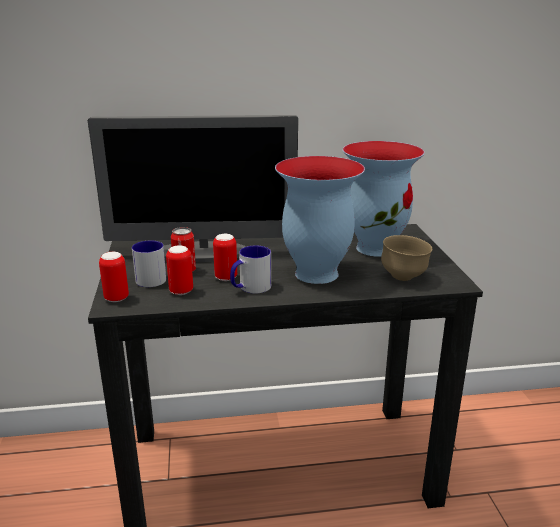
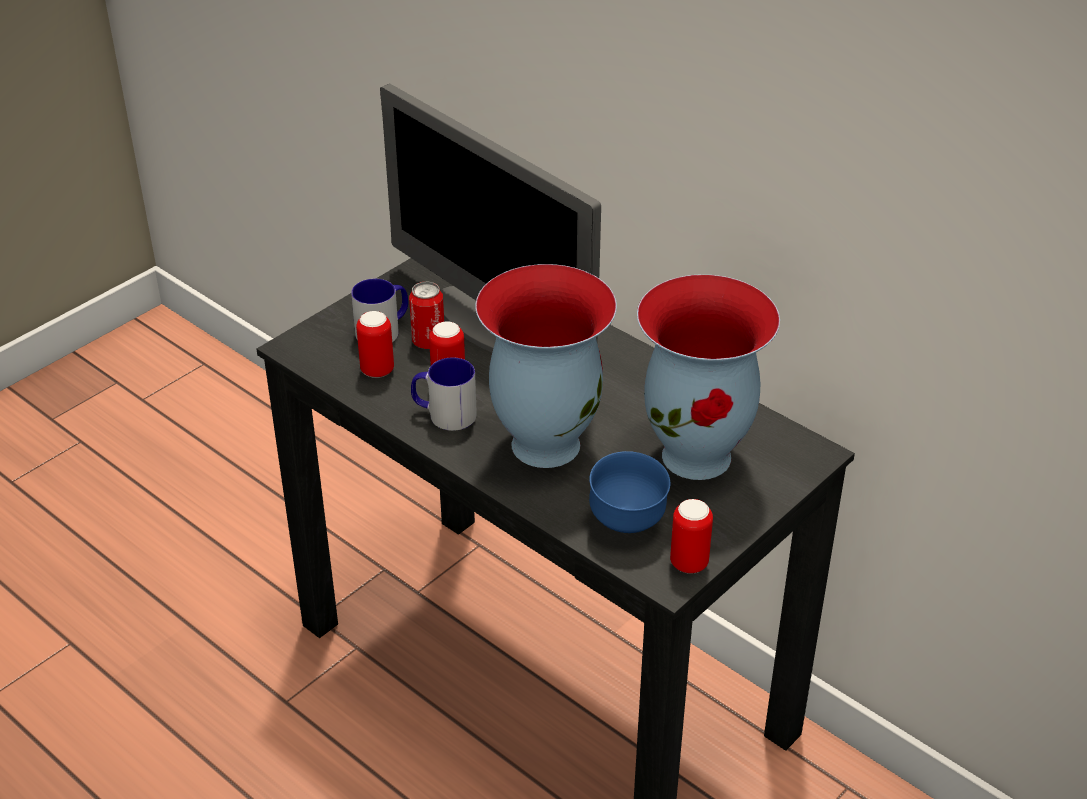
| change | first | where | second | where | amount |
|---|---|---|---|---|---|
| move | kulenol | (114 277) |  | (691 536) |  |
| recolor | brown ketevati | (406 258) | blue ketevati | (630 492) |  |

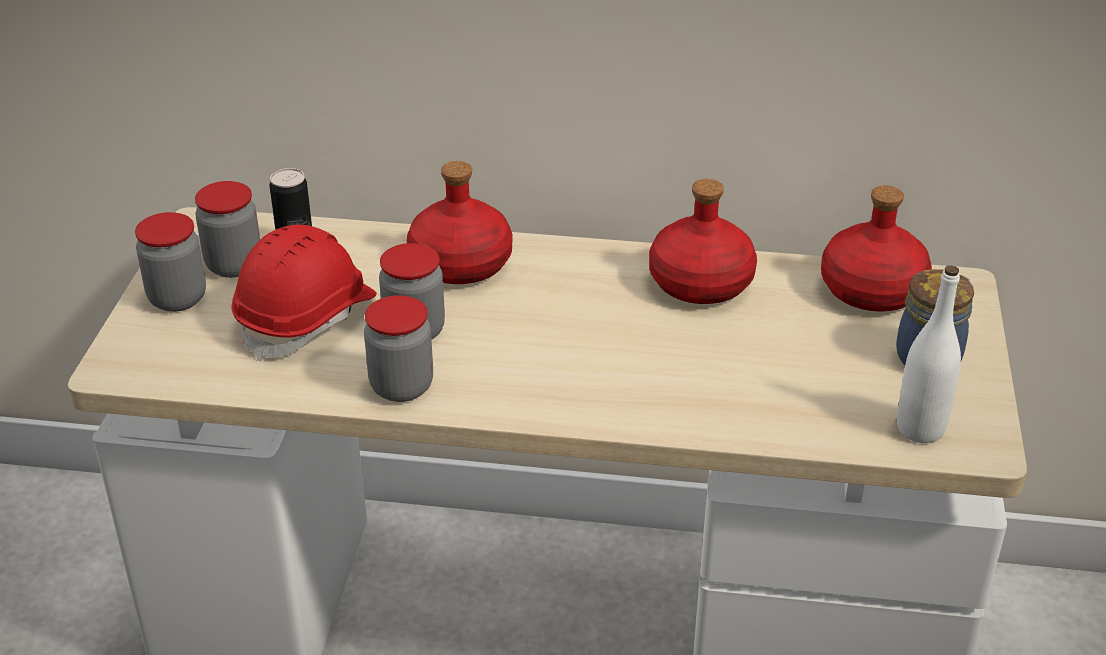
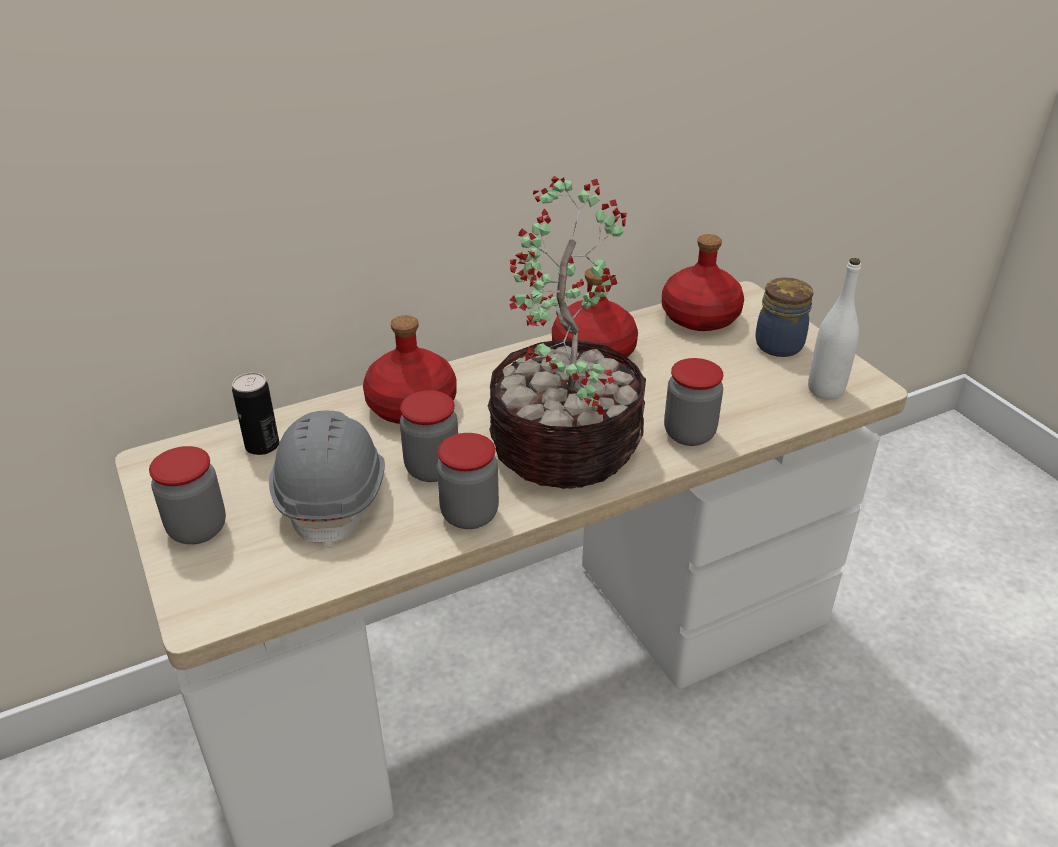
| change | first | where | second | where | amount |
|---|---|---|---|---|---|
| insert |  |  | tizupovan | (567 332) |  |
| move | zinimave | (227 229) |  | (693 402) |  |
| recolor | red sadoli | (304 292) | grey sadoli | (327 479) |  |

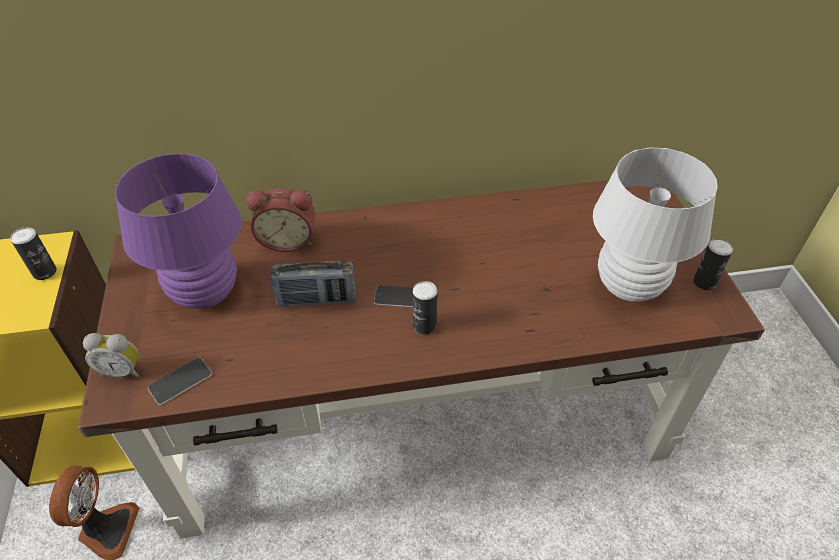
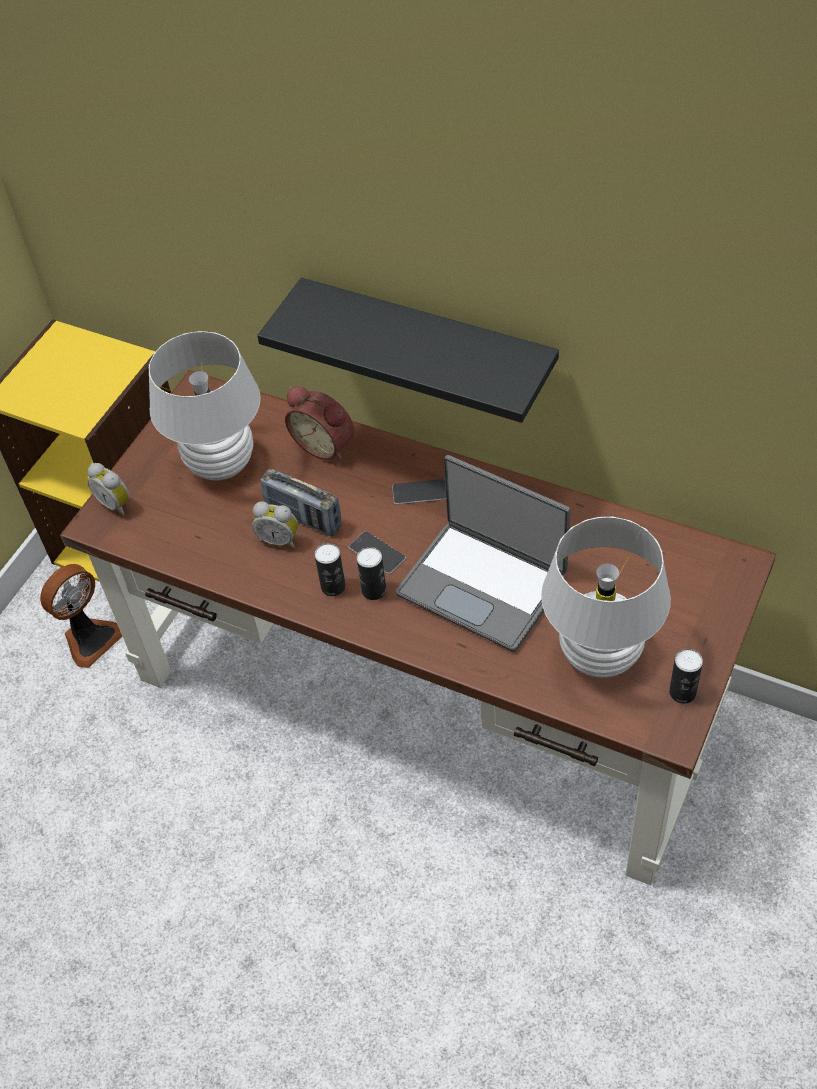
| change | first | where | second | where | amount |
|---|---|---|---|---|---|
| insert |  |  | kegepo | (275 525) |  |
| insert |  |  | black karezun | (408 350) |  |
| insert |  |  | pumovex | (482 553) |  |
| move | kulenol | (33 253) |  | (330 569) |  |
| move | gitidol | (180 381) |  | (419 491) |  |
| recolor | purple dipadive | (178 231) | white dipadive | (205 406) |  |

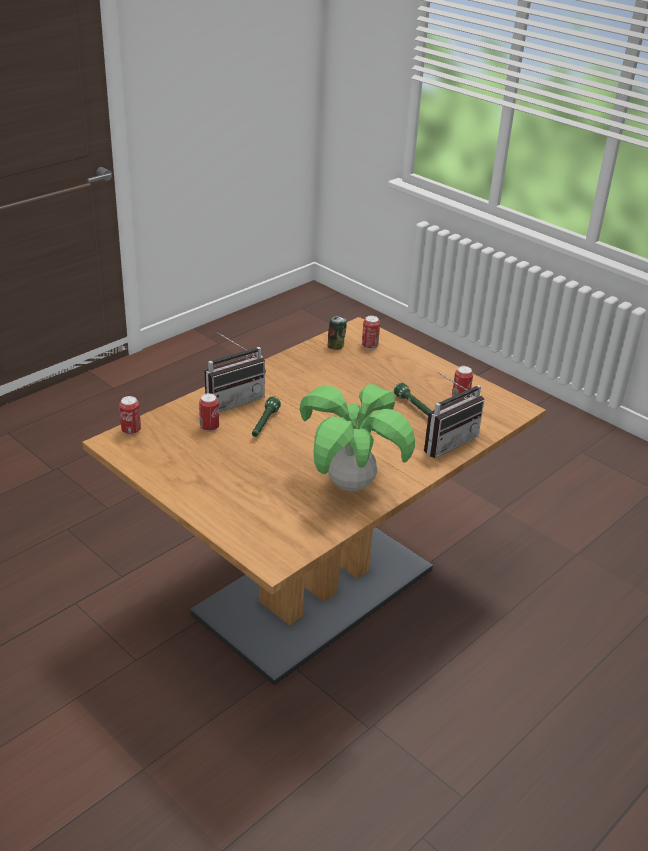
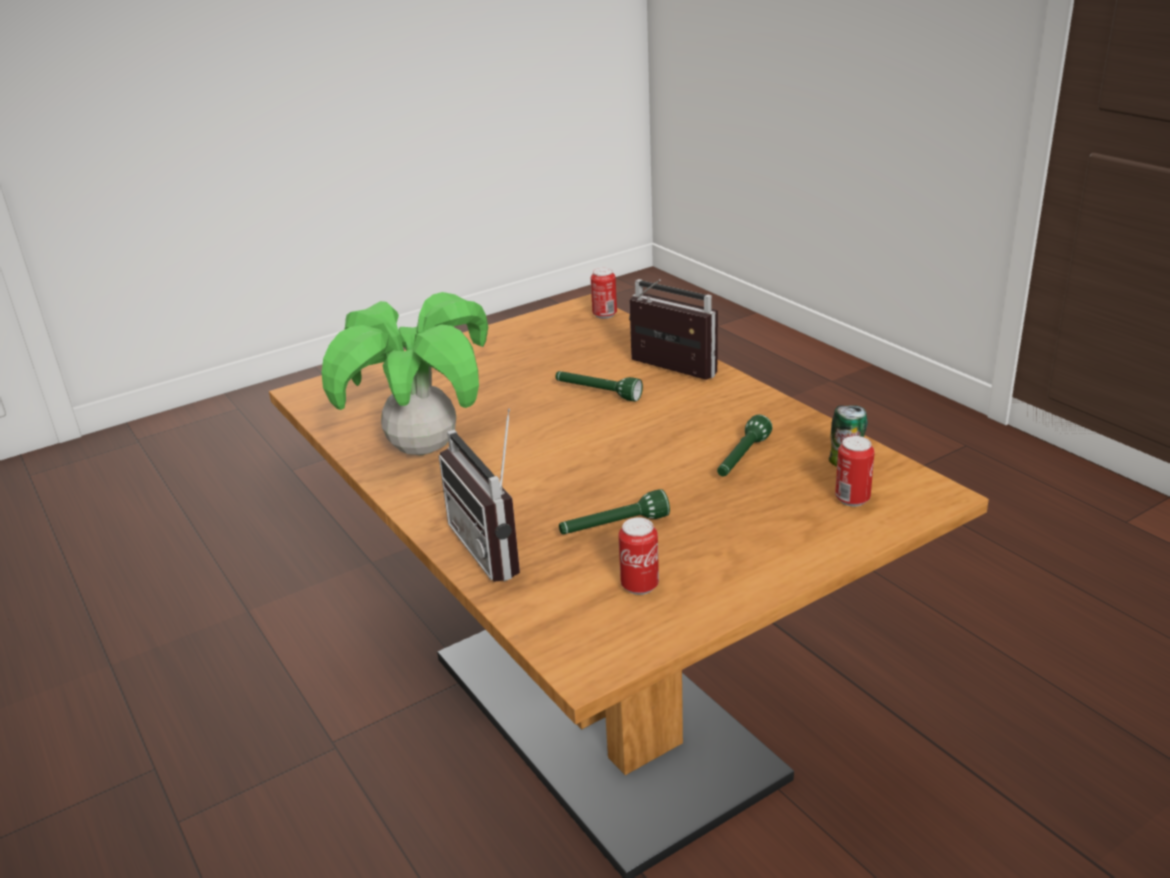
| change | first | where | second | where | amount |
|---|---|---|---|---|---|
| delete | kulenol | (209 412) |  |  |  |
| insert |  |  | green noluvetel | (744 445) |  |
| rotate | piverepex | (235 372) |  | (673 329) | 150 degrees clockwise |

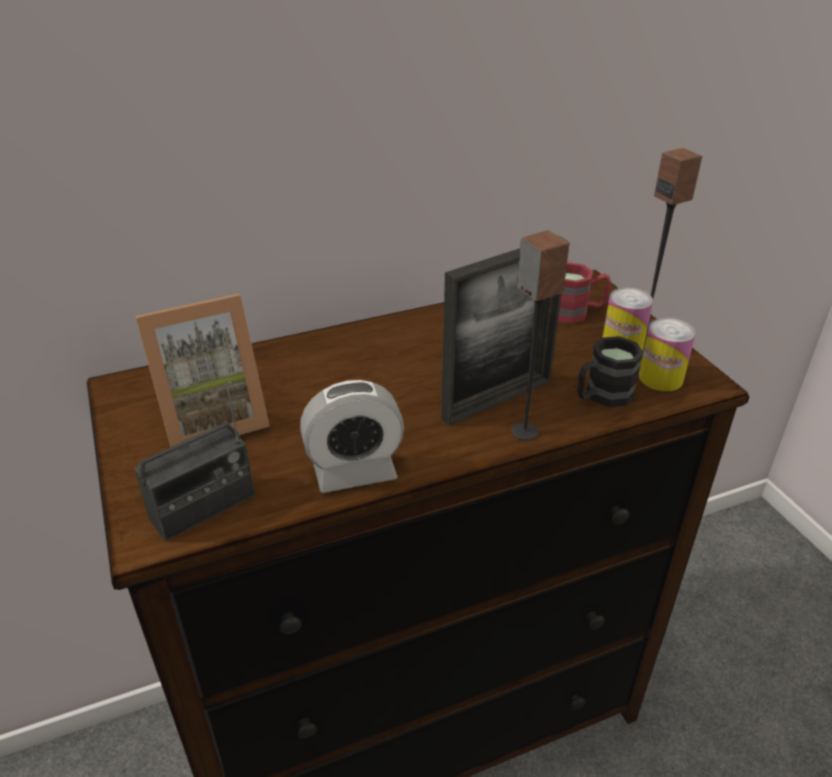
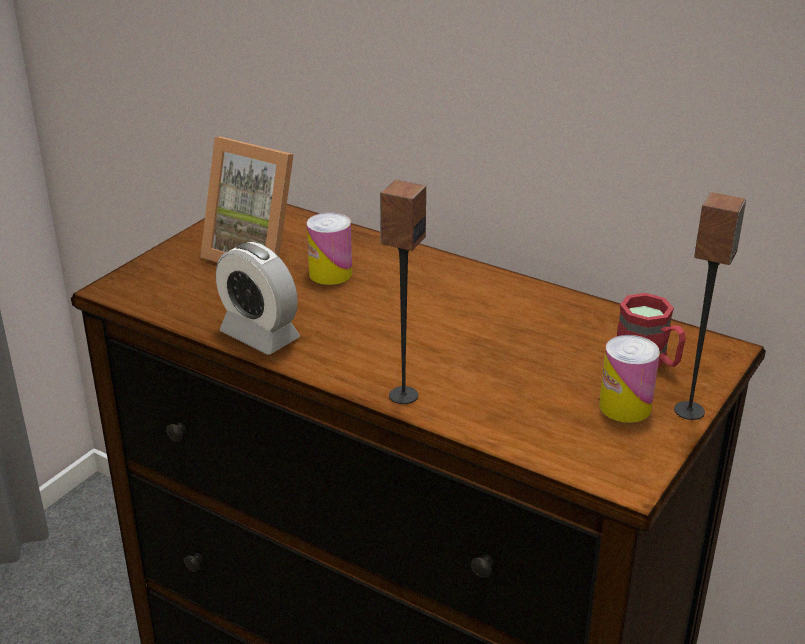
| change | first | where | second | where | amount |
|---|---|---|---|---|---|
| delete | piverepex | (194 459) |  |  |  |
| delete | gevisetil | (504 331) |  |  |  |
| delete | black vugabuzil | (610 371) |  |  |  |
| move | kulenol | (667 354) |  | (329 248) |  |

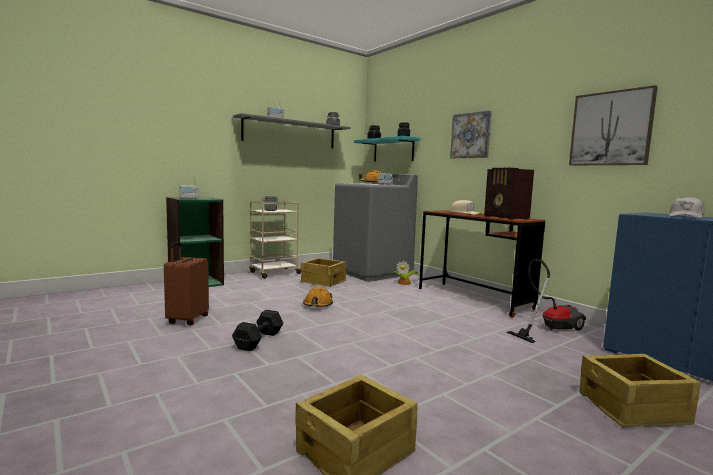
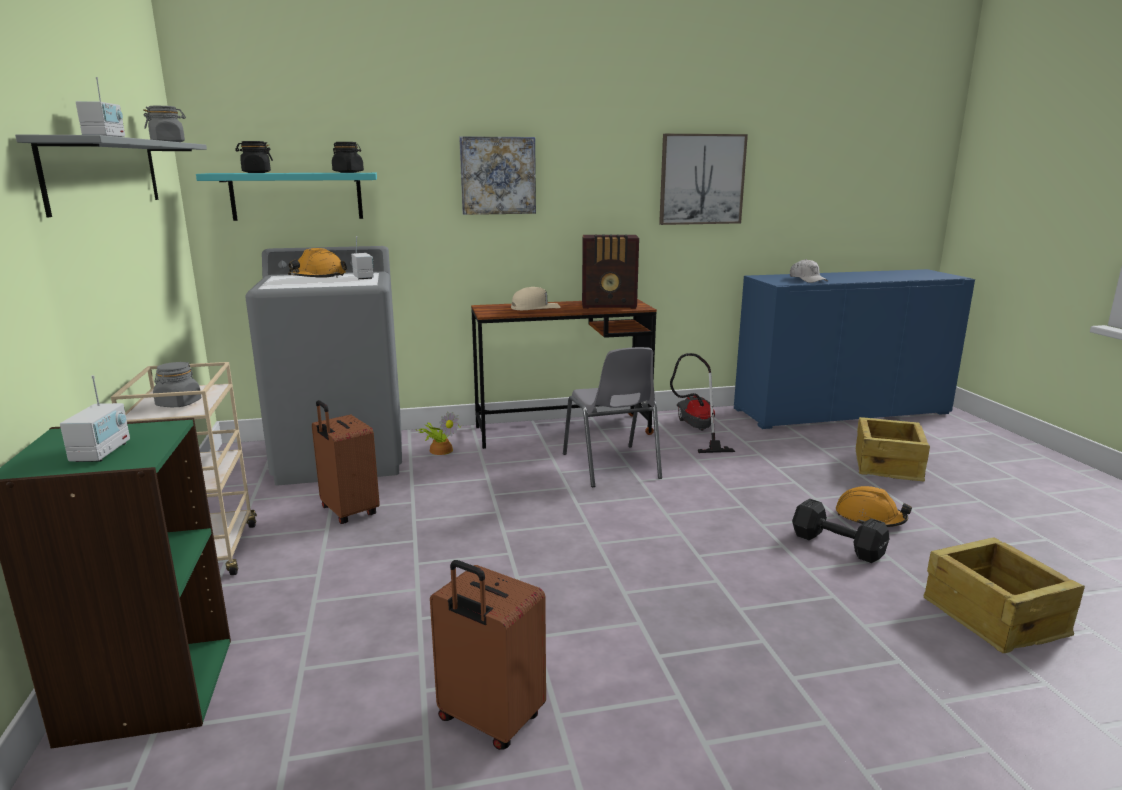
| change | first | where | second | where | amount |
|---|---|---|---|---|---|
| insert |  |  | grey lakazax | (612 417) |  |
| move | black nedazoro | (258 330) |  | (840 531) |  |
| move | orange sadoli | (318 296) |  | (874 506) |  |
| replace | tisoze | (324 272) | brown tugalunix | (346 462) |  |

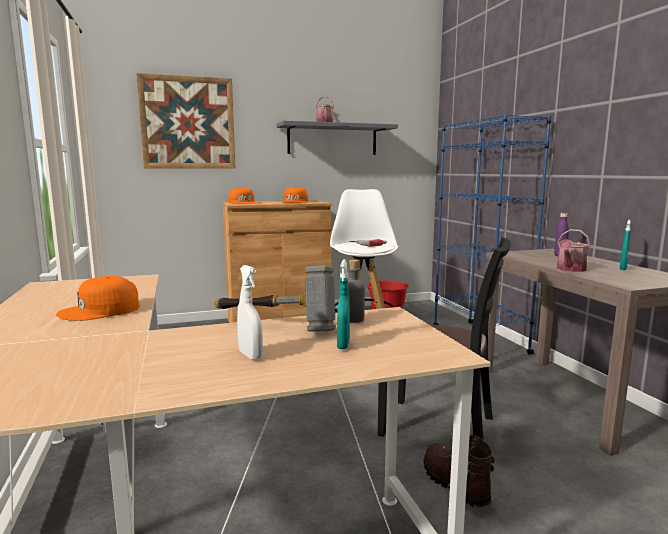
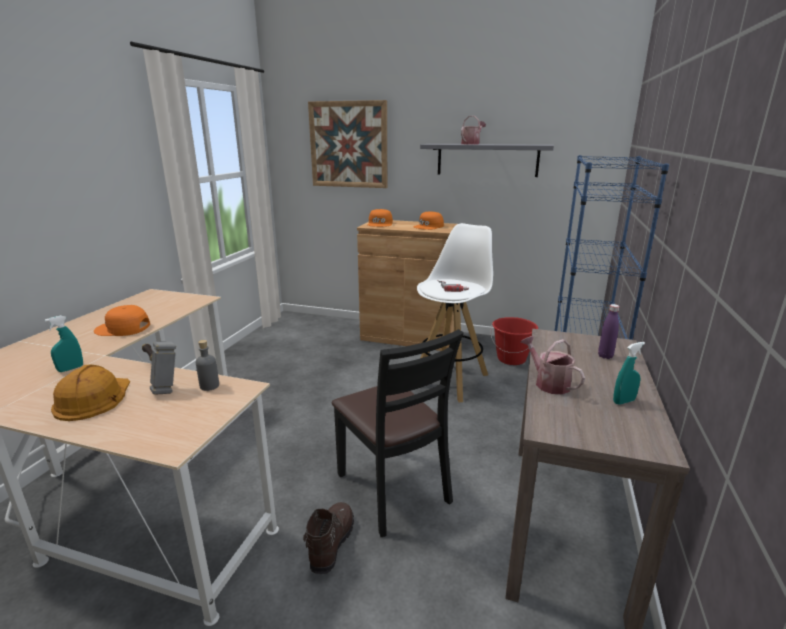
| change | first | where | second | where | amount |
|---|---|---|---|---|---|
| move | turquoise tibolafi | (343 304) |  | (64 344) |  |
| replace | white tibolafi | (250 312) | orange sadoli | (90 393) |  |
| rotate | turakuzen | (574 250) |  | (553 365) | 75 degrees clockwise |

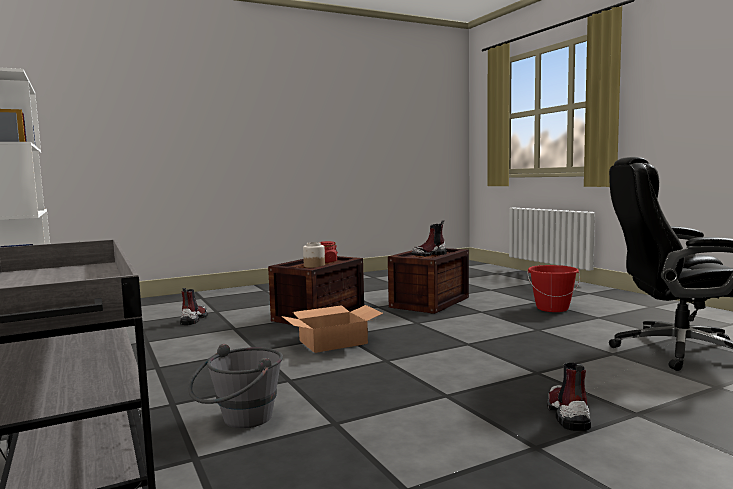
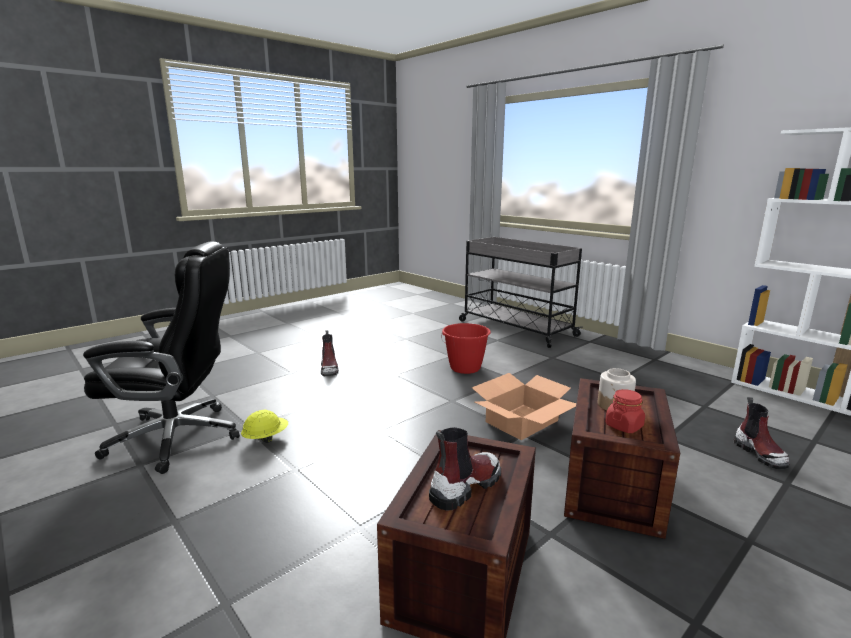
| change | first | where | second | where | amount |
|---|---|---|---|---|---|
| delete | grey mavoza | (235 386) |  |  |  |
| insert |  |  | yellow sadoli | (264 426) |  |
| move | red mavoza | (553 288) |  | (466 348) |  |

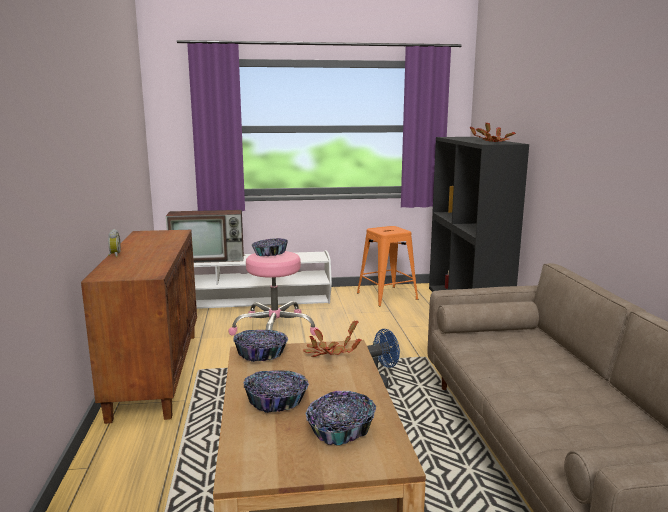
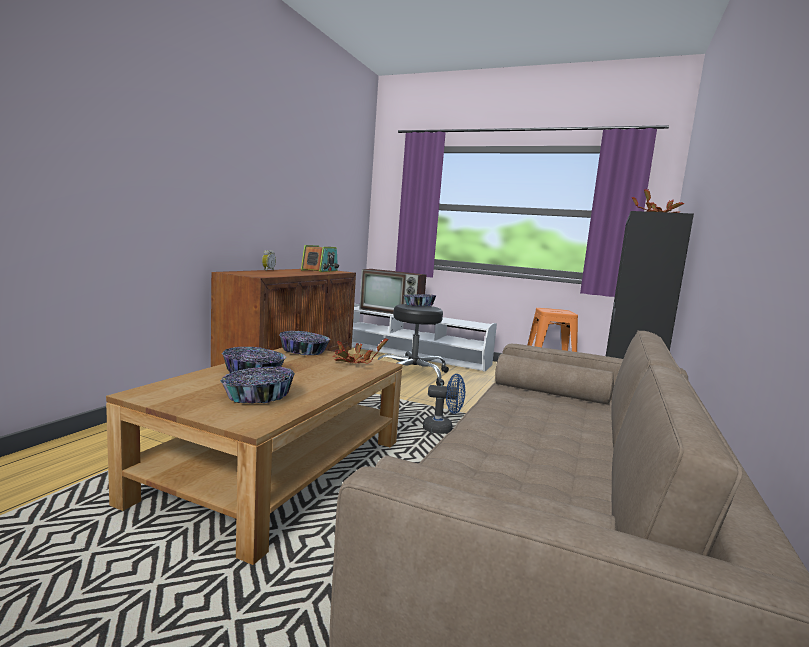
| change | first | where | second | where | amount |
|---|---|---|---|---|---|
| insert |  |  | piverepex | (320 258) |  |
| recolor | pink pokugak | (273 293) | black pokugak | (413 345) |  |

